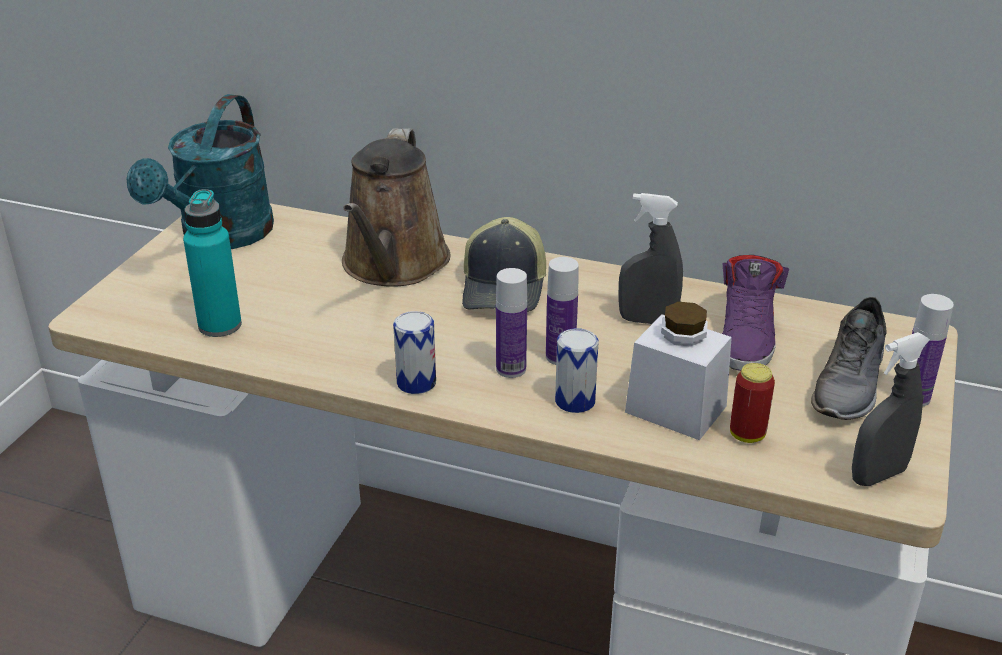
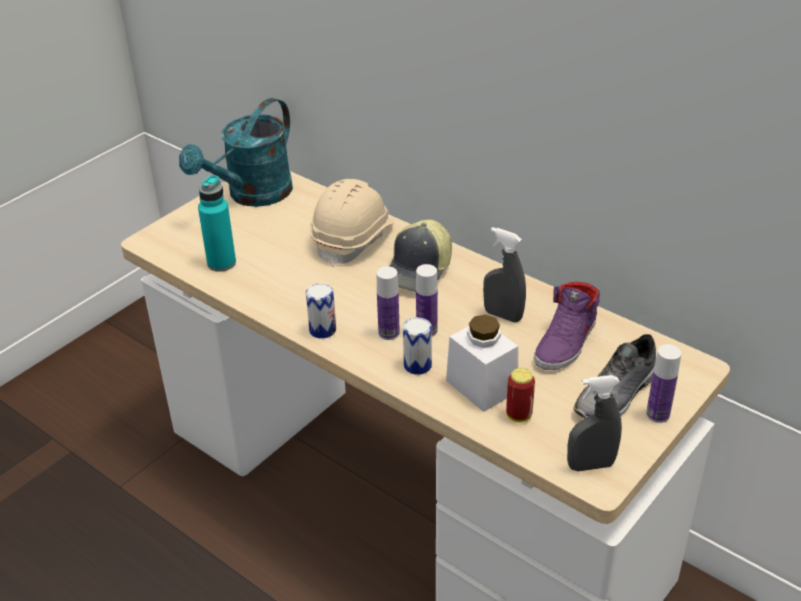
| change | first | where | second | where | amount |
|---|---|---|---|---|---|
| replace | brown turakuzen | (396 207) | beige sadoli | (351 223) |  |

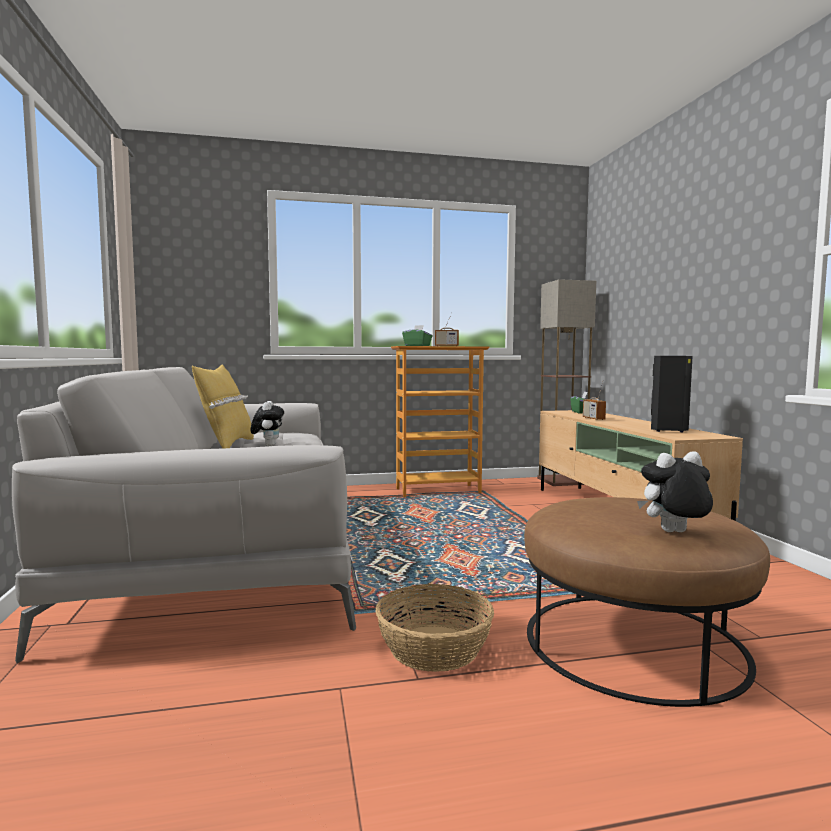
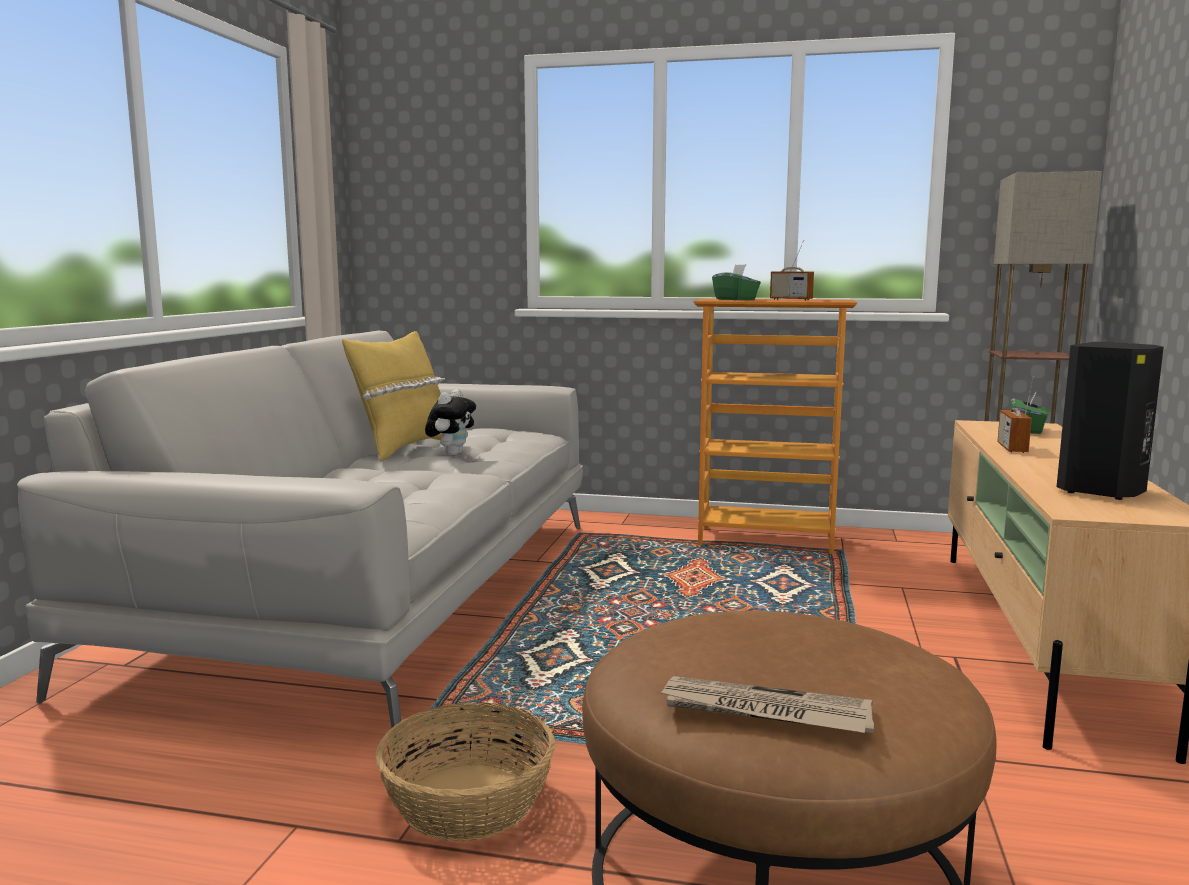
| change | first | where | second | where | amount |
|---|---|---|---|---|---|
| replace | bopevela | (675 491) | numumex | (766 704) |  |

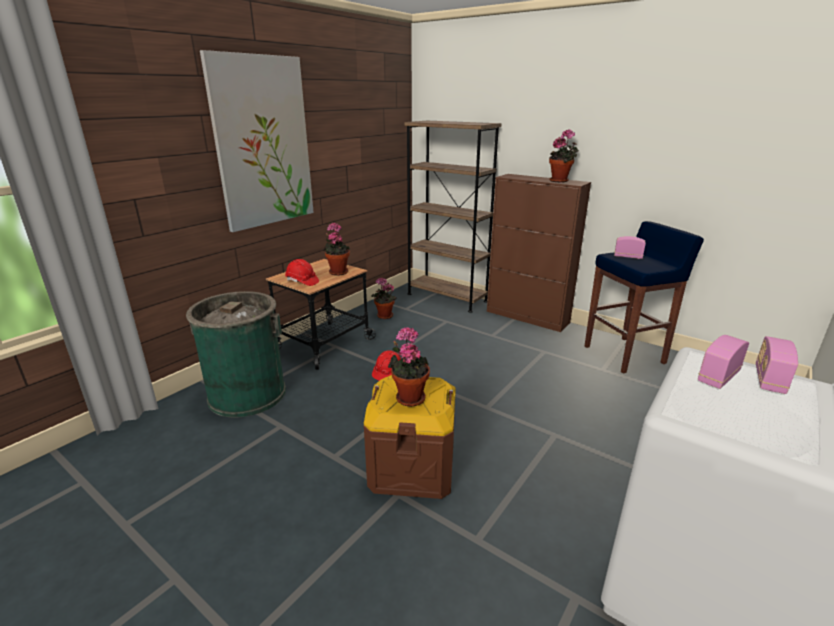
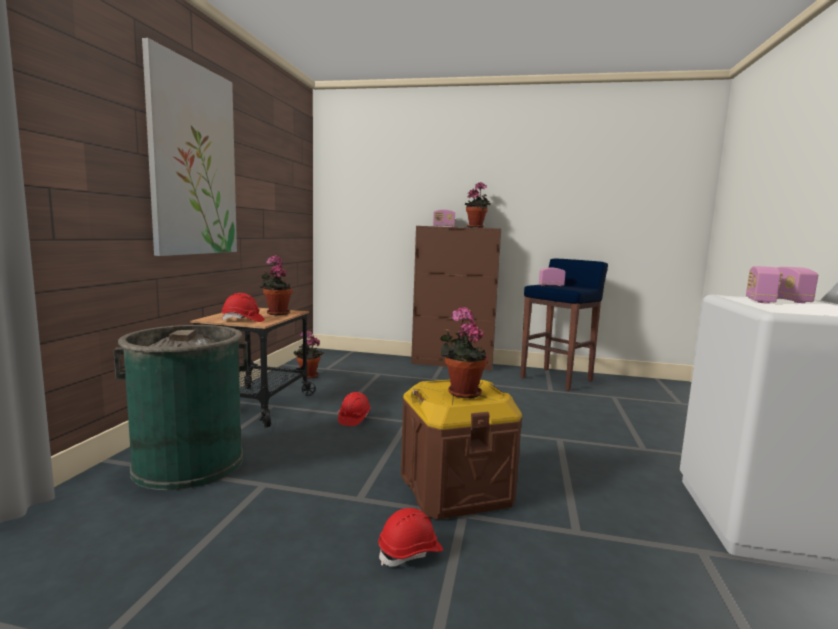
| change | first | where | second | where | amount |
|---|---|---|---|---|---|
| delete | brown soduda | (452 217) |  |  |  |
| insert |  |  | red sadoli | (410 537) |  |
| insert |  |  | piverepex | (444 218) |  |

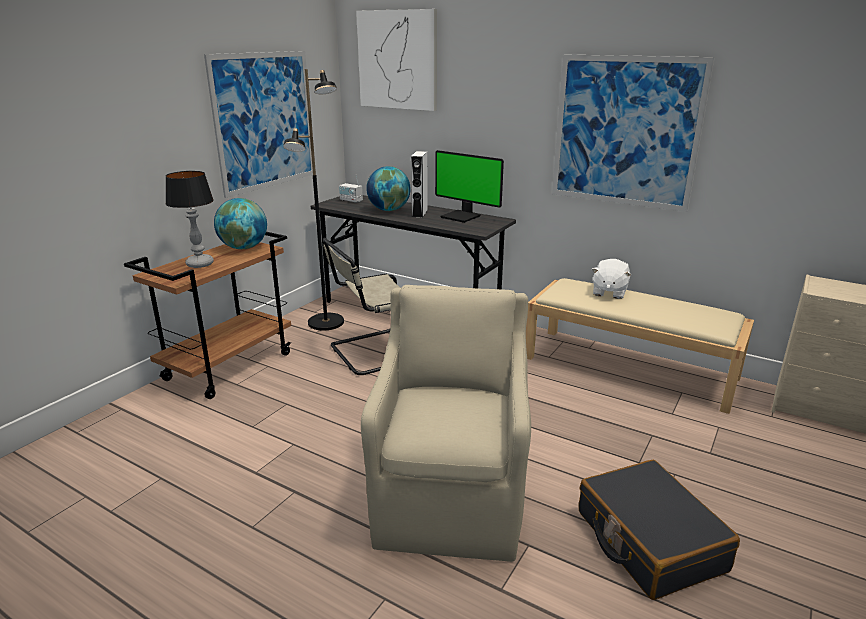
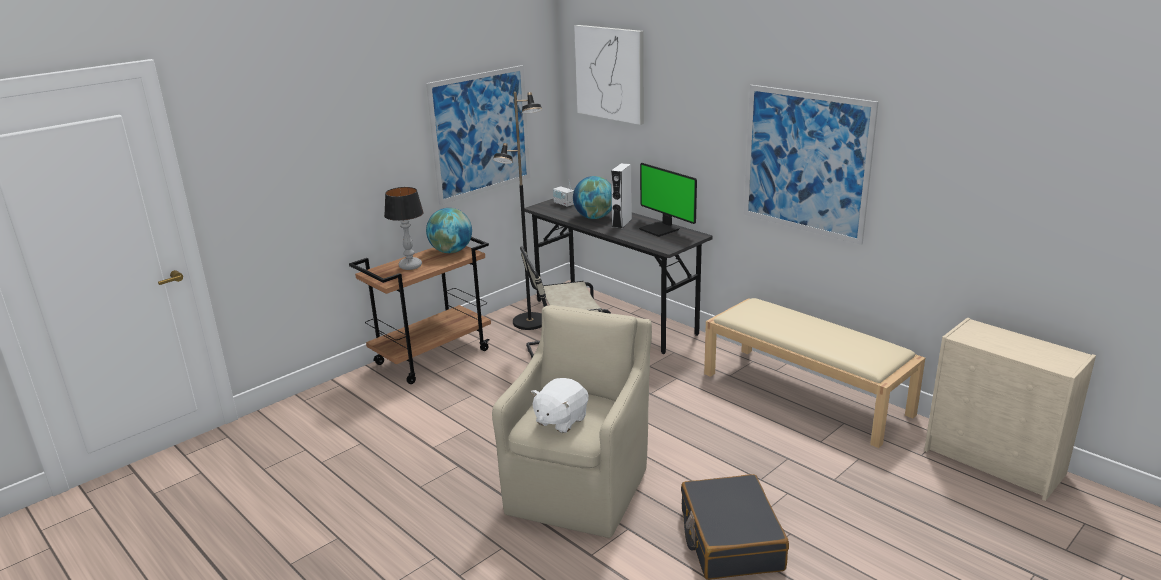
| change | first | where | second | where | amount |
|---|---|---|---|---|---|
| move | white bopevela | (611 279) |  | (559 405) |  |

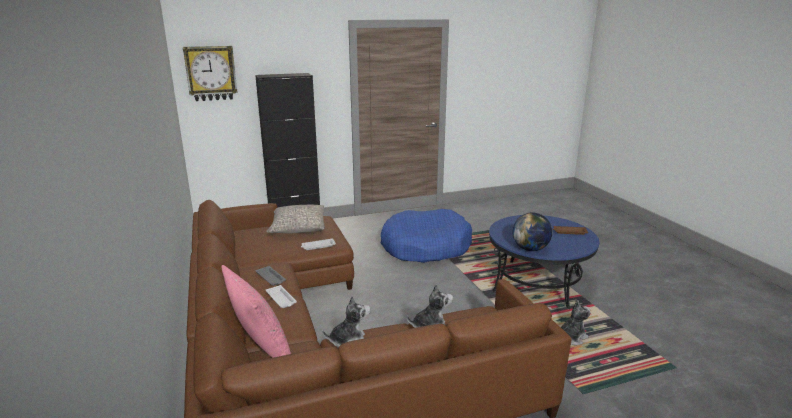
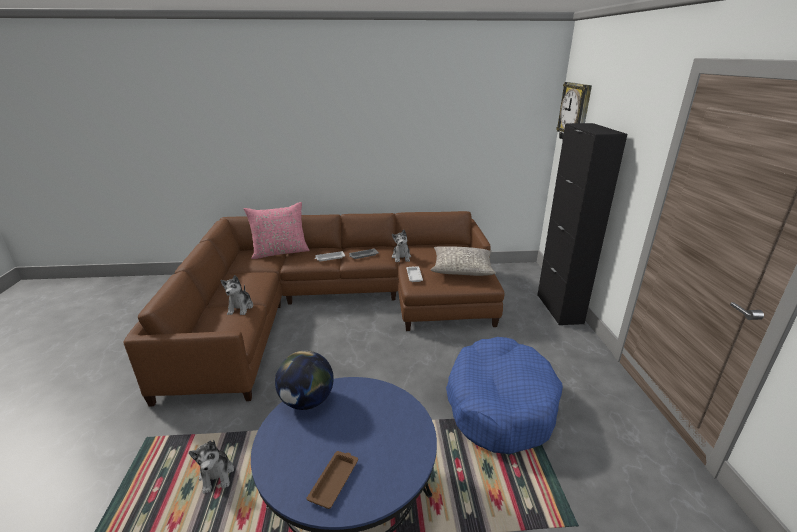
| change | first | where | second | where | amount |
|---|---|---|---|---|---|
| move | bopevela | (346 322) |  | (401 246) |  |

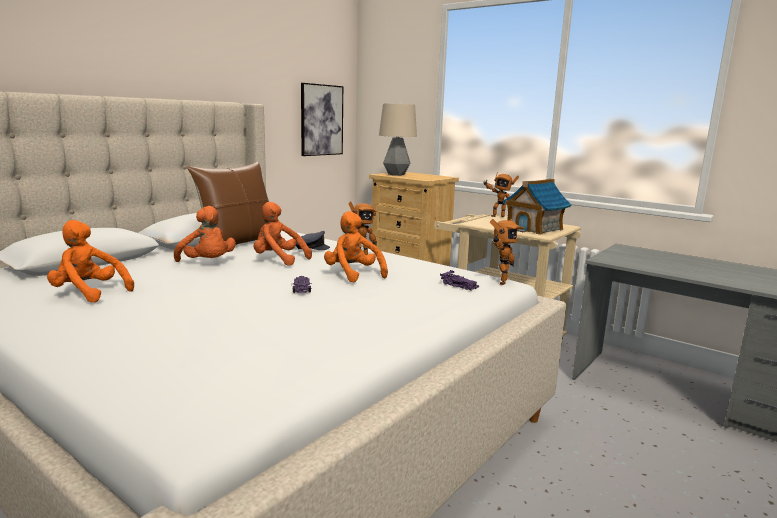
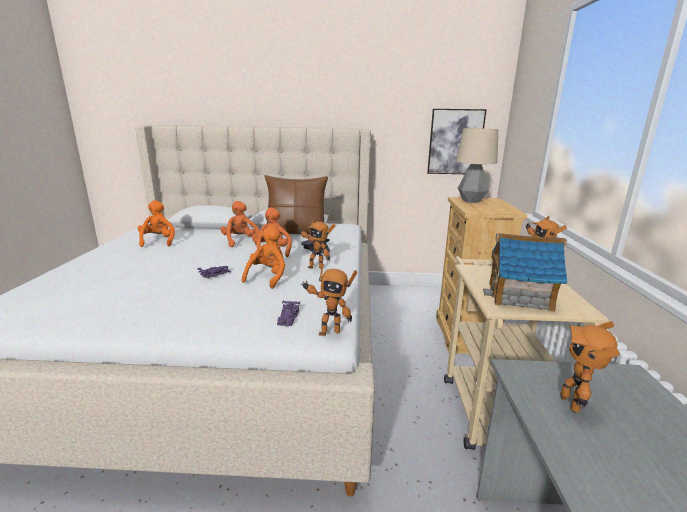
| change | first | where | second | where | amount |
|---|---|---|---|---|---|
| insert |  |  | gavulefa | (590 367) |  |
| rotate | orange bopevela | (205 234) |  | (239 224) | 150 degrees clockwise |

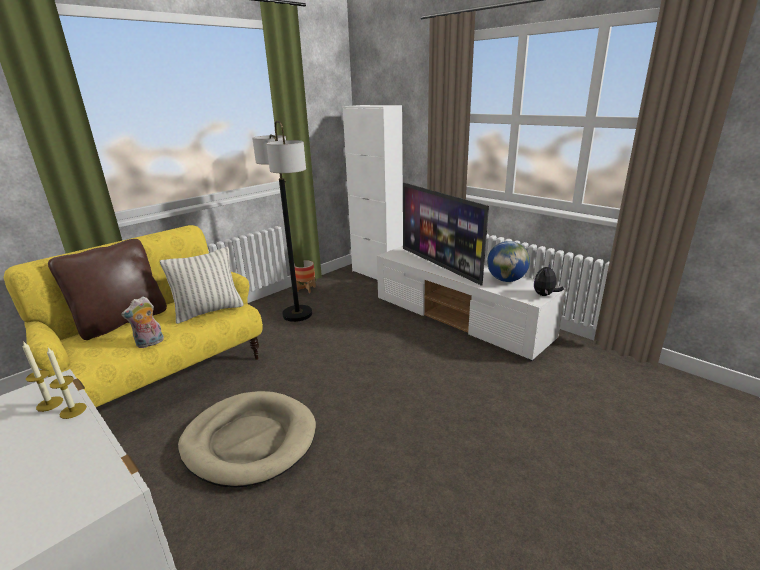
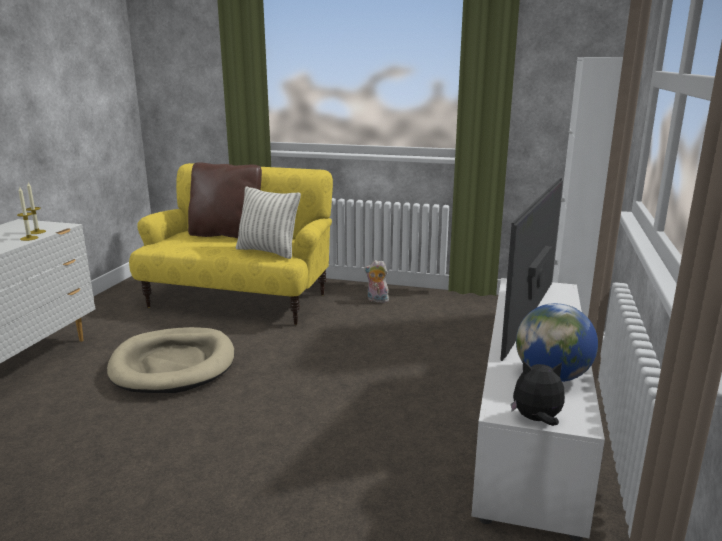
| change | first | where | second | where | amount |
|---|---|---|---|---|---|
| delete | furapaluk | (282 221) |  |  |  |
| delete | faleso | (305 276) |  |  |  |
| move | bopevela | (142 322) |  | (376 281) |  |

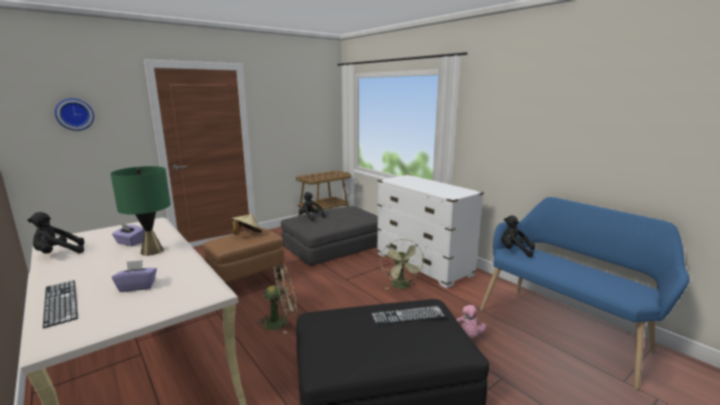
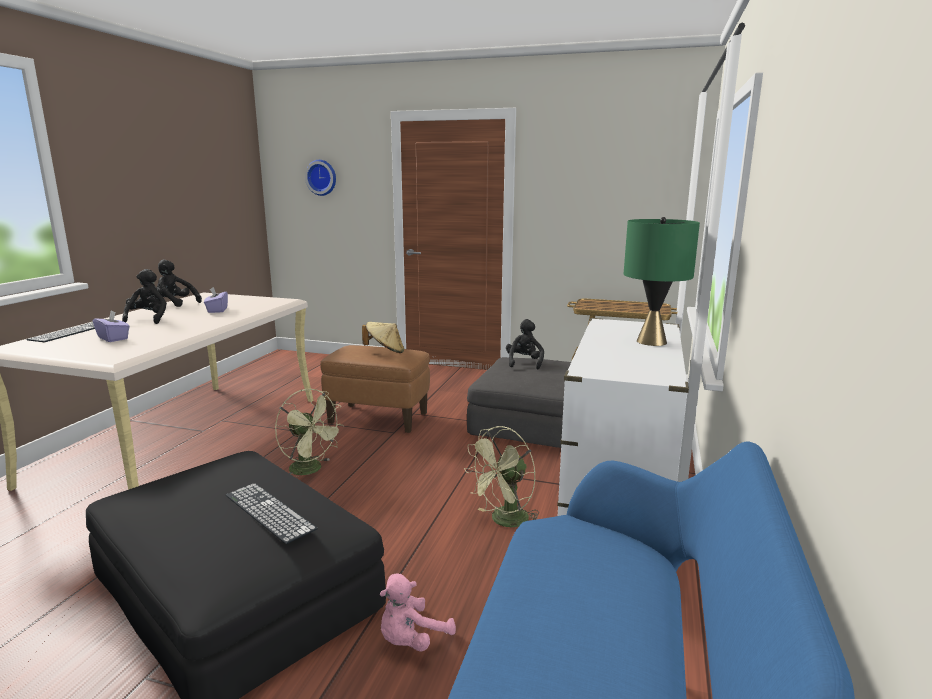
| change | first | where | second | where | amount |
|---|---|---|---|---|---|
| move | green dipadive | (140 211) |  | (662 281) |  |
| move | black bopevela | (518 236) |  | (144 296) |  |

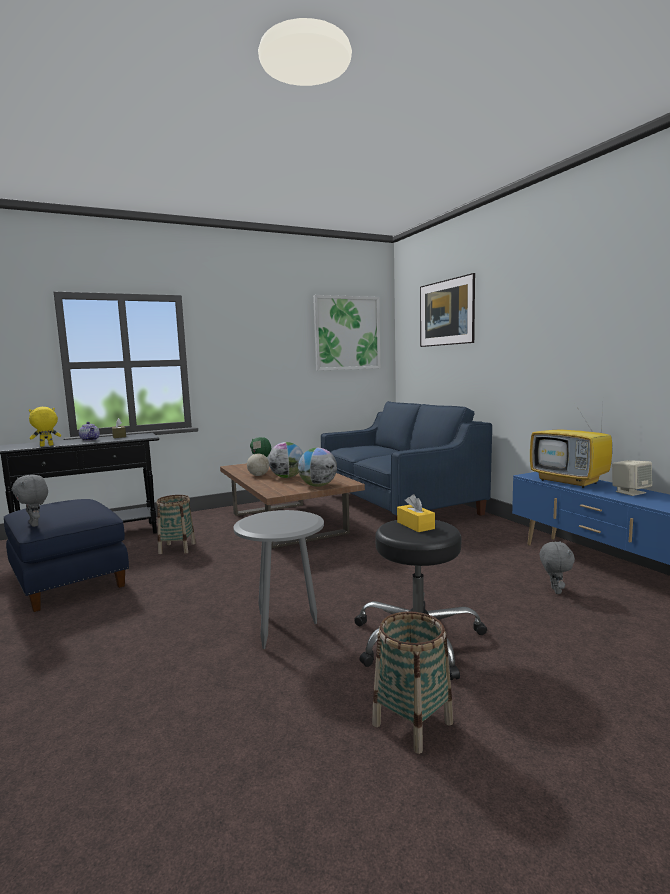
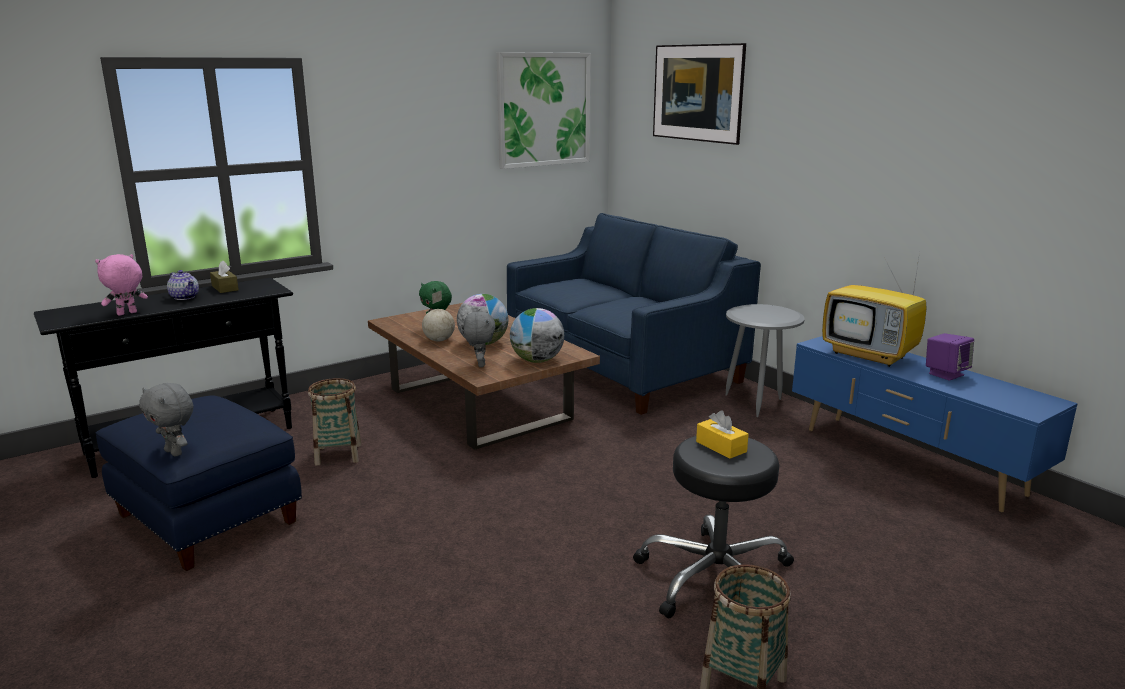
| change | first | where | second | where | amount |
|---|---|---|---|---|---|
| move | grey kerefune | (278 579) |  | (765 360) |  |
| move | grey bopevela | (557 567) |  | (479 339) |  |
| recolor | yellow bopevela | (45 427) | pink bopevela | (121 285) |  |
| recolor | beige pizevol | (632 478) | purple pizevol | (950 357) |  |

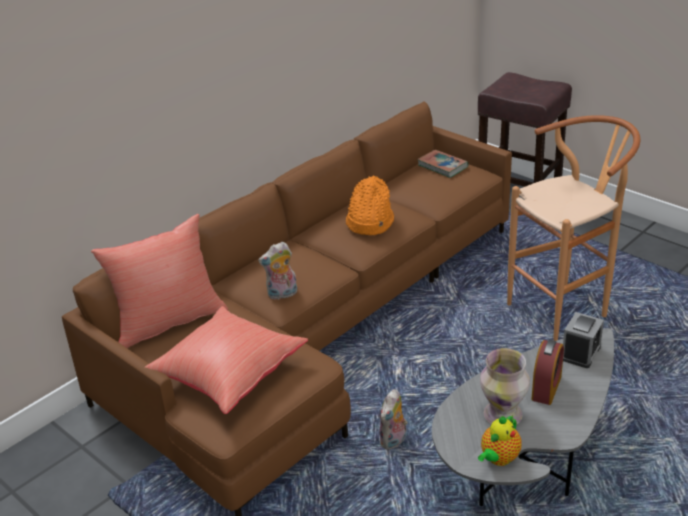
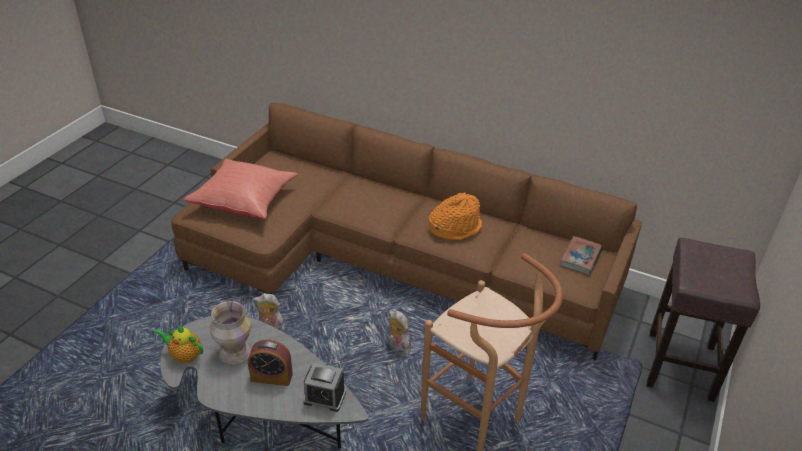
| change | first | where | second | where | amount |
|---|---|---|---|---|---|
| delete | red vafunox | (159 281) |  |  |  |
| move | bopevela | (277 271) |  | (400 333) |  |

